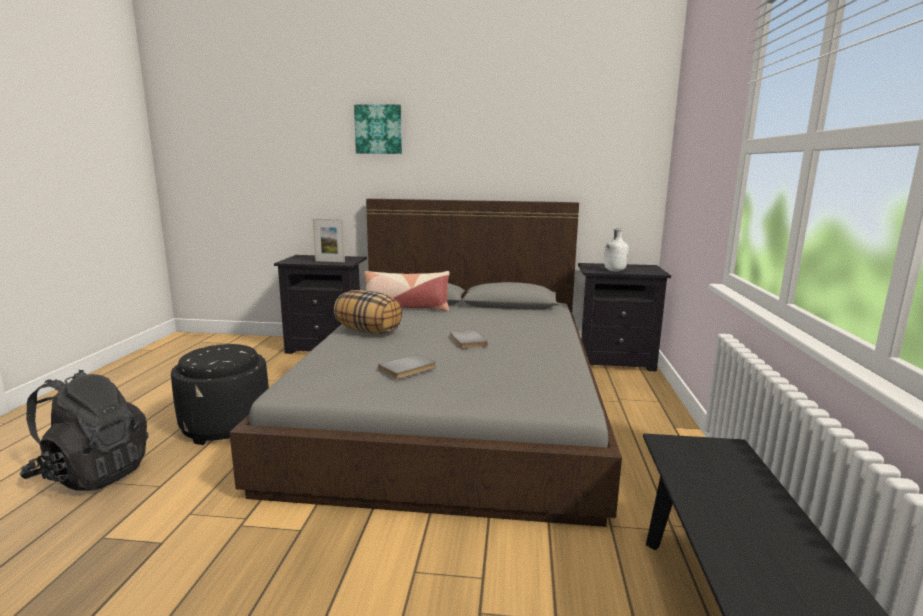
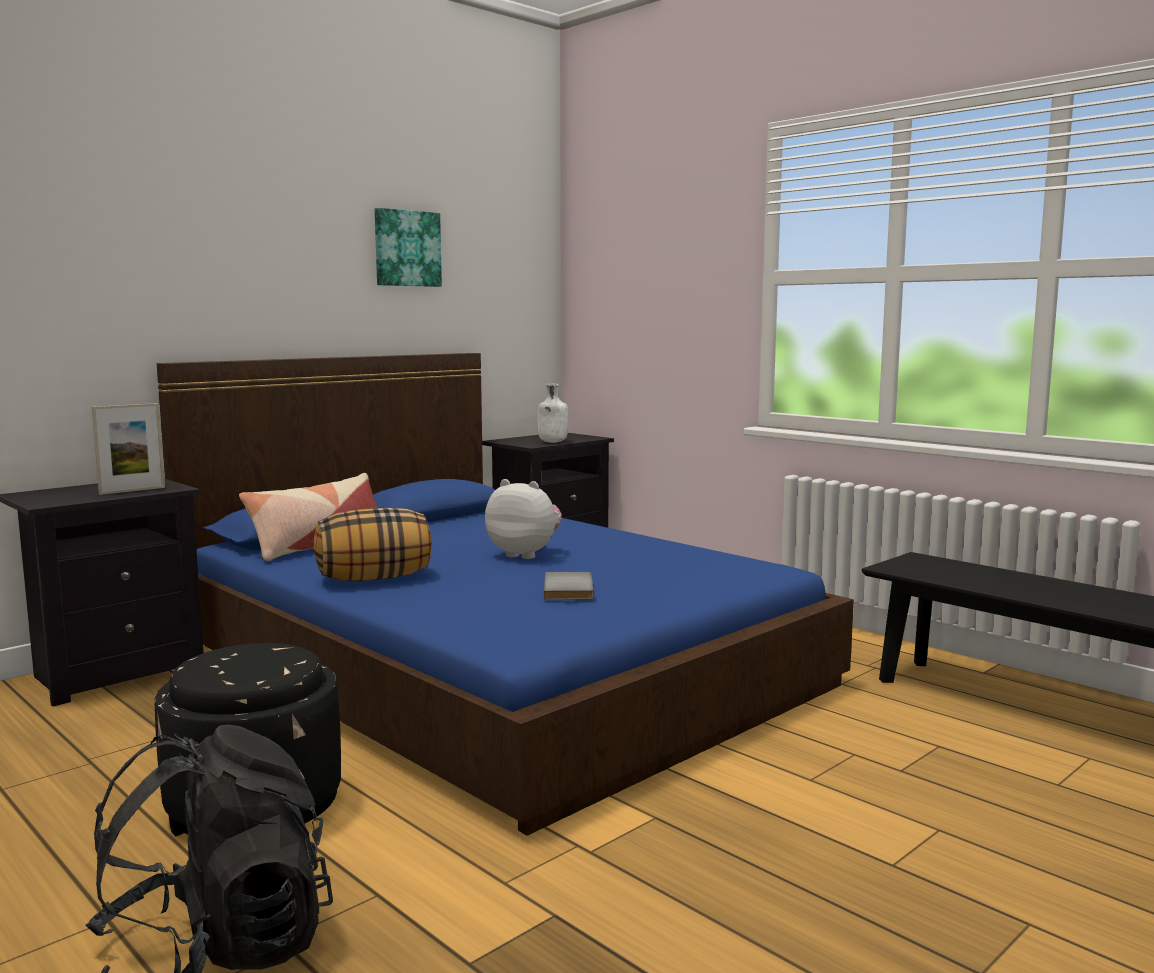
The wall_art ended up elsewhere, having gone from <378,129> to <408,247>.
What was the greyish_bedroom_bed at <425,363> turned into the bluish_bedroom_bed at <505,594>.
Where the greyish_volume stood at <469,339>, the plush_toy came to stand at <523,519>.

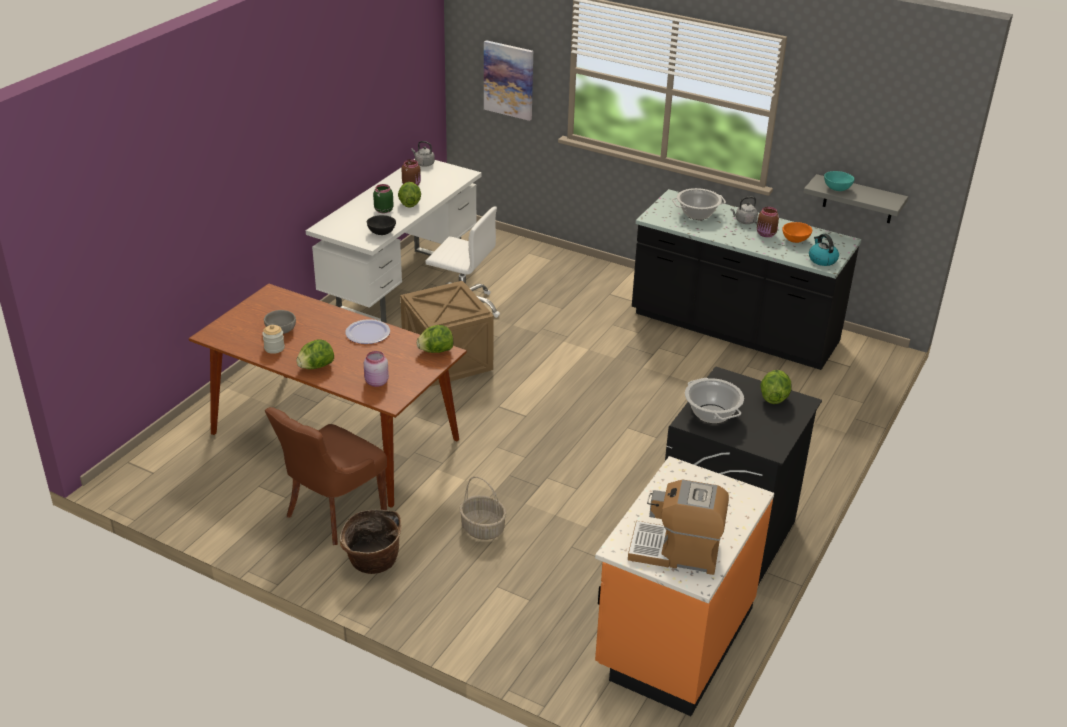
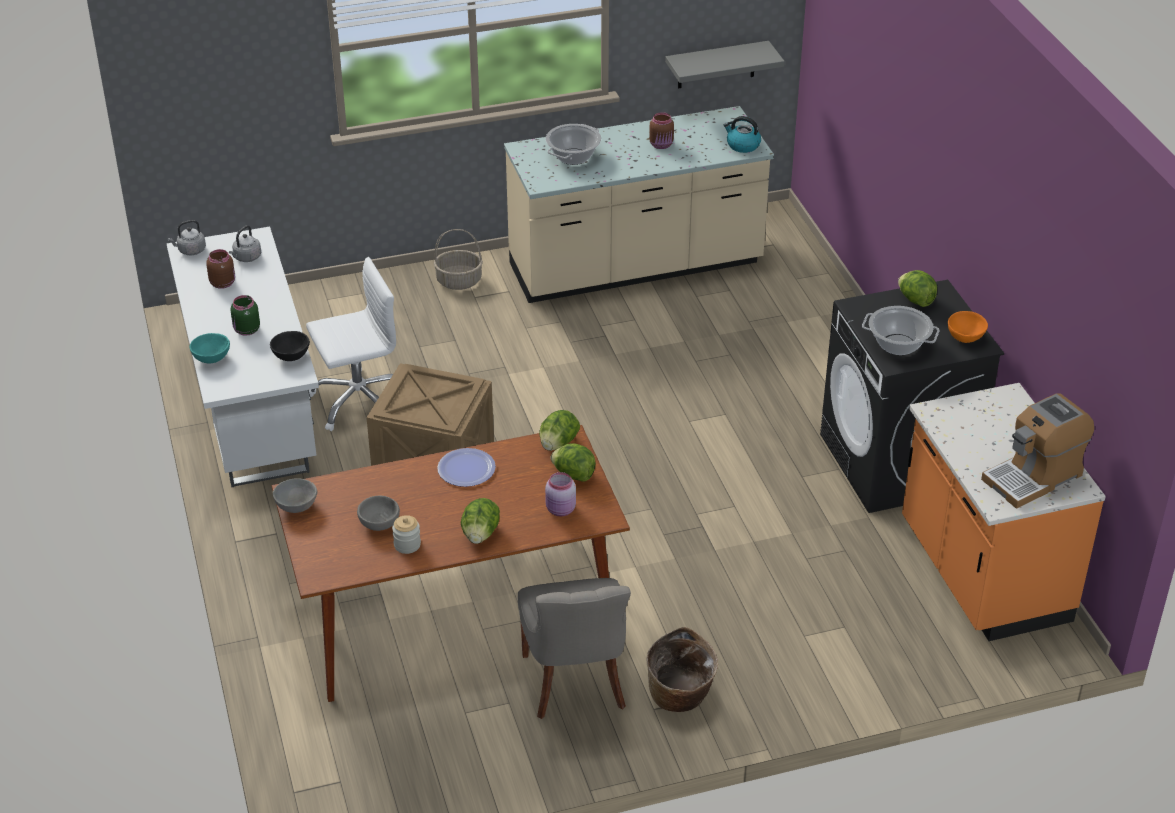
The second view lost the wall_art at <508,80>.
The turquoise-coloured_bowl ended up elsewhere, having gone from <839,181> to <210,348>.
The lettuce_head ended up elsewhere, having gone from <409,195> to <573,462>.
What was the black-coloured_kitchen_base_unit at <747,279> turned into the beige-coloured_kitchen_base_unit at <639,204>.
The greyish_kettle ended up elsewhere, having gone from <744,210> to <245,243>.
The orangey_bowl ended up elsewhere, having gone from <797,232> to <968,327>.
What was the brown_chair at <326,476> turned into the greyish_chair at <574,648>.
The basket ended up elsewhere, having gone from <483,508> to <458,259>.
The second view gained the greyish_bowl at <295,495>.

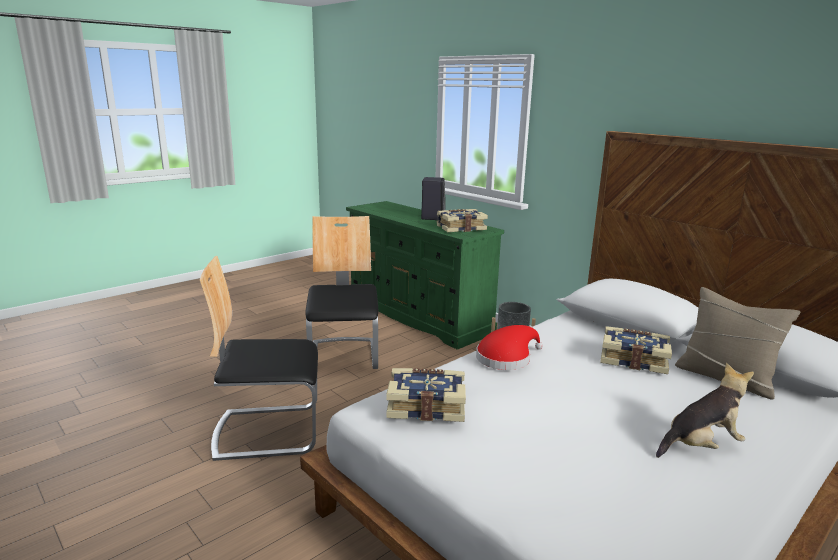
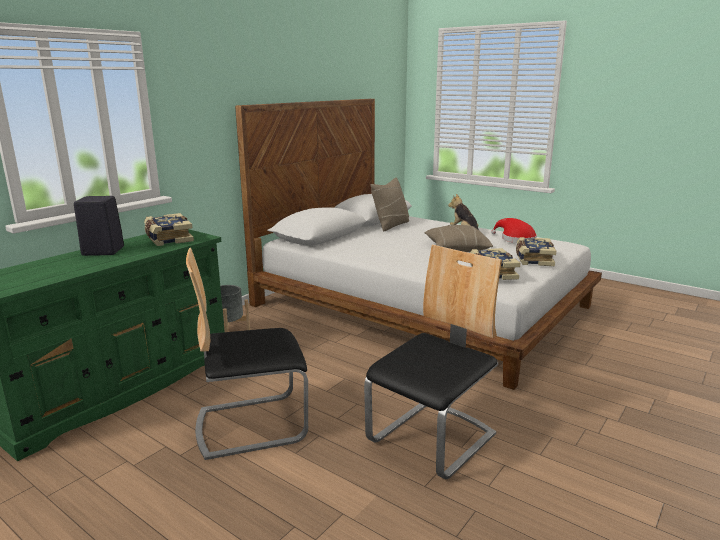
The chair at <259,358> ended up facing another way, 120 degrees counterclockwise from before.
The red_wearable_hat ended up elsewhere, having gone from <509,347> to <514,230>.
The volume ended up elsewhere, having gone from <636,350> to <536,251>.
The second view gained the beige-coloured_throw_pillow at <458,238>.

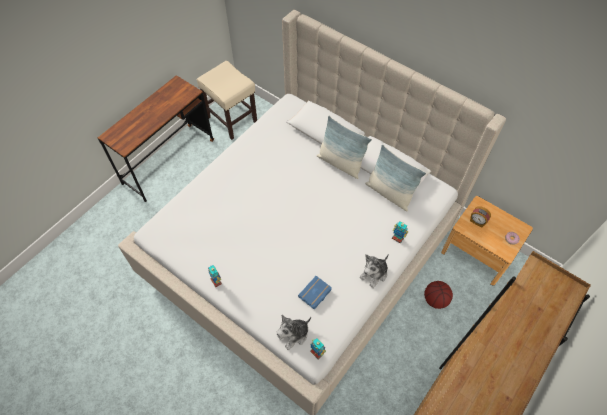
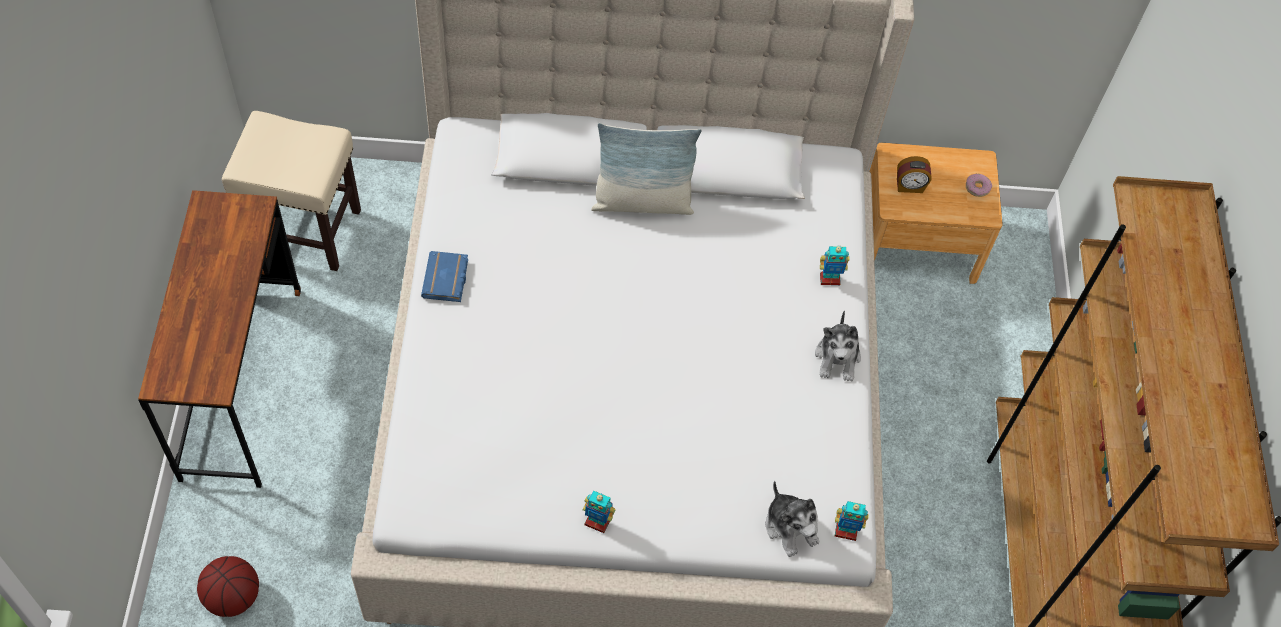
The second view lost the throw_pillow at <395,177>.
The bluish_volume ended up elsewhere, having gone from <315,293> to <444,276>.
The ball_for_basketball ended up elsewhere, having gone from <438,295> to <228,586>.
The plush_toy at <293,332> ended up facing another way, 45 degrees counterclockwise from before.

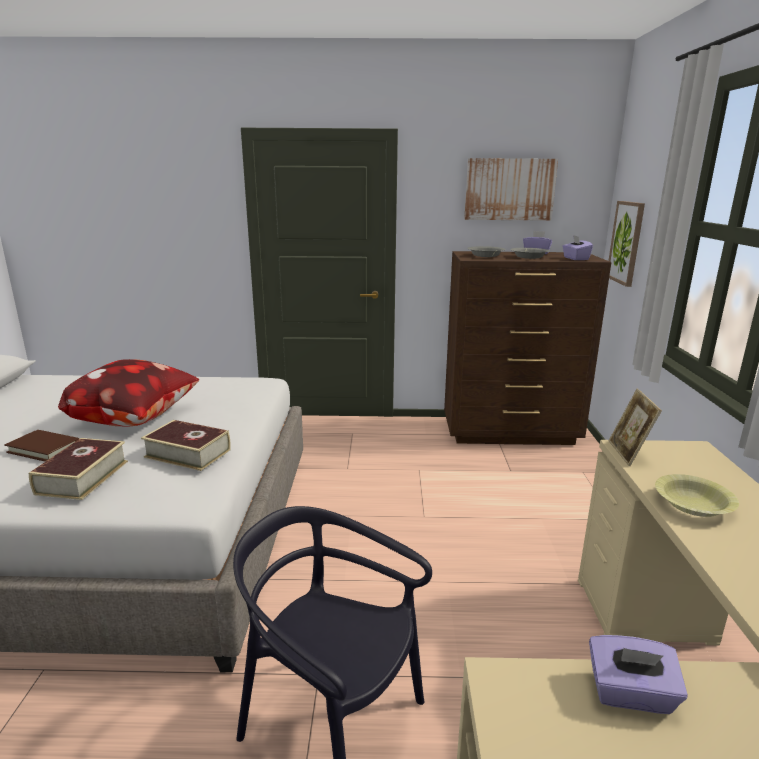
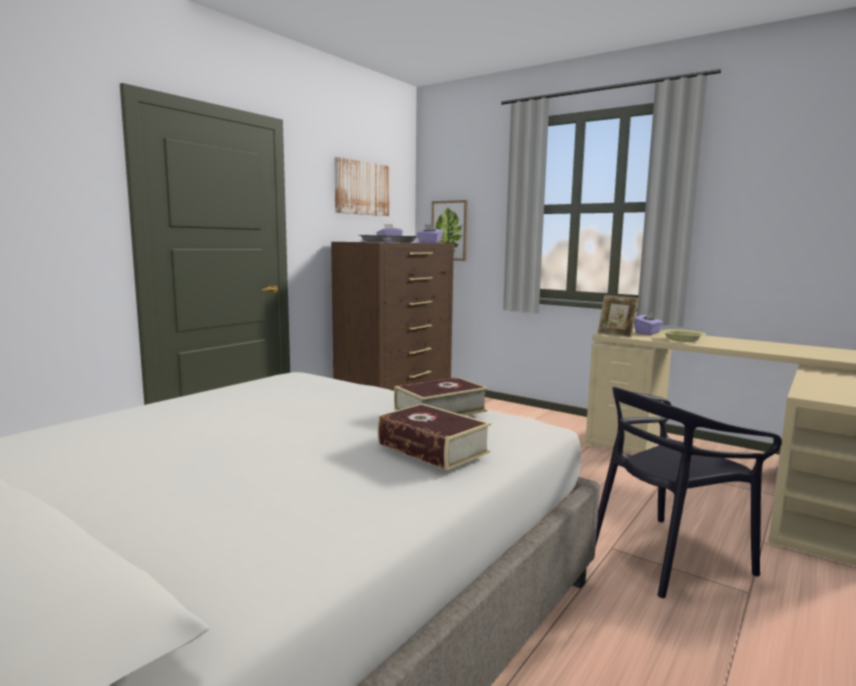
The second view lost the throw_pillow at <128,392>.
The second view lost the brown_volume at <42,446>.
The purple-coloured_tissue_box ended up elsewhere, having gone from <638,674> to <648,323>.

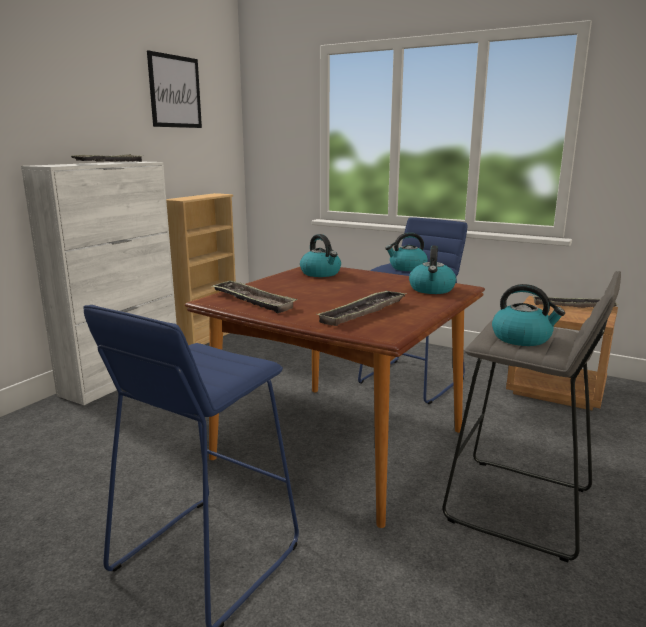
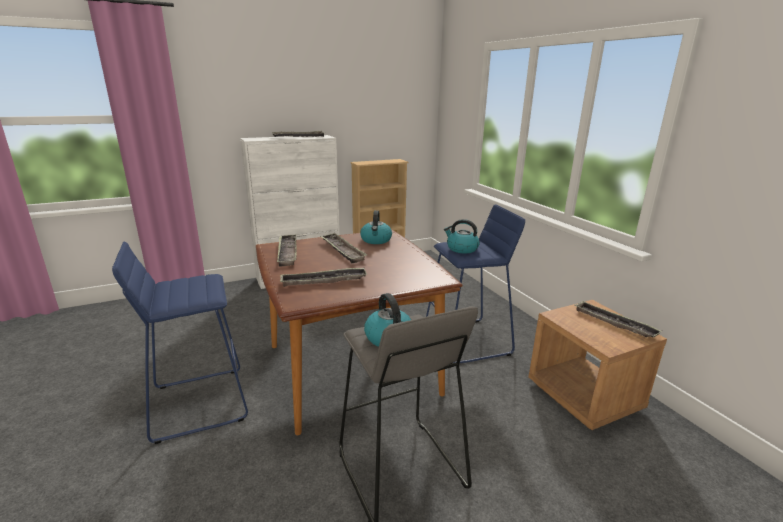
The second view lost the wall_art at <174,89>.
The second view lost the kettle at <432,270>.
The second view gained the serving_tray at <344,248>.

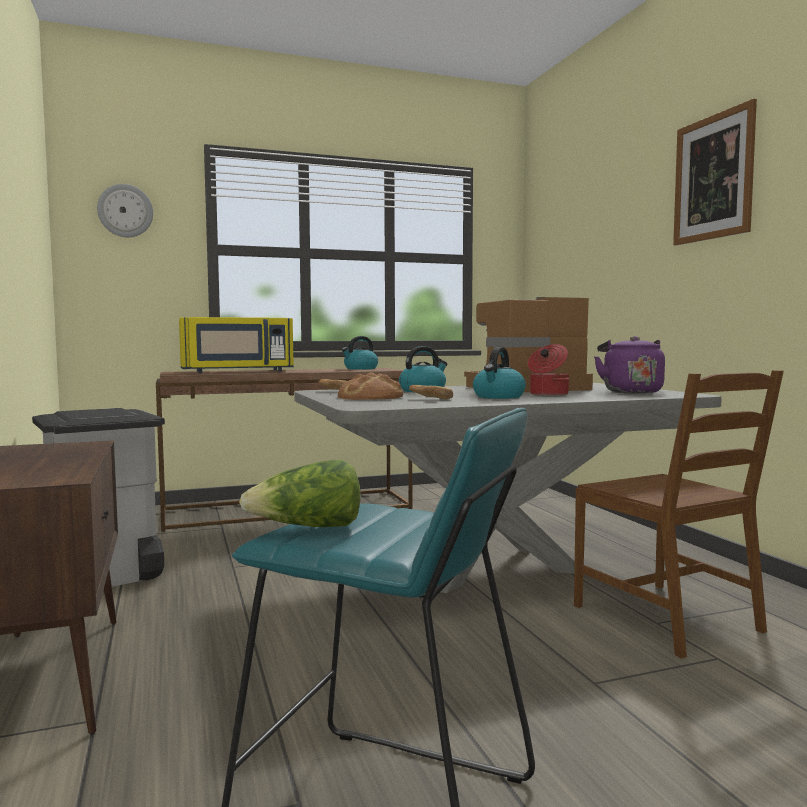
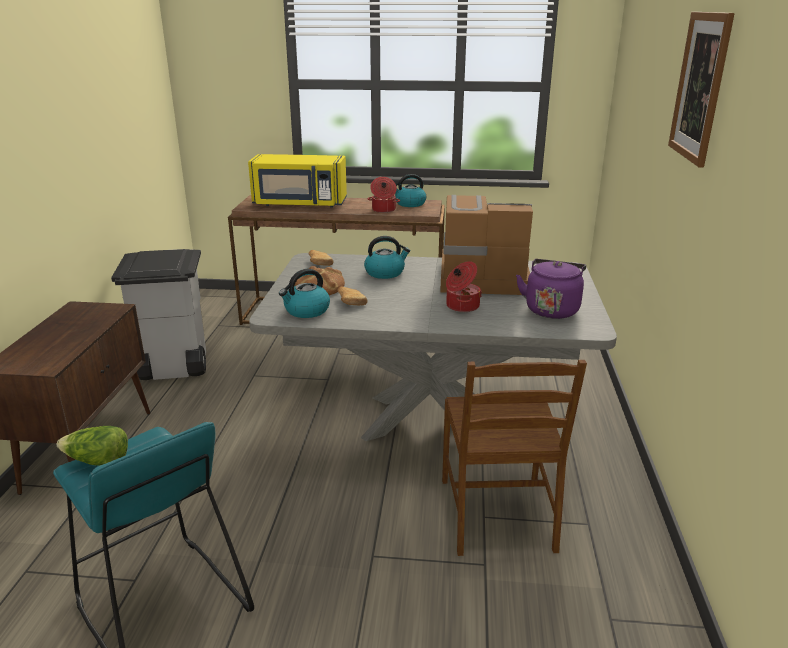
The second view lost the hanging_clock at <125,210>.
The kettle ended up elsewhere, having gone from <499,373> to <304,293>.
The second view gained the stockpot at <383,195>.

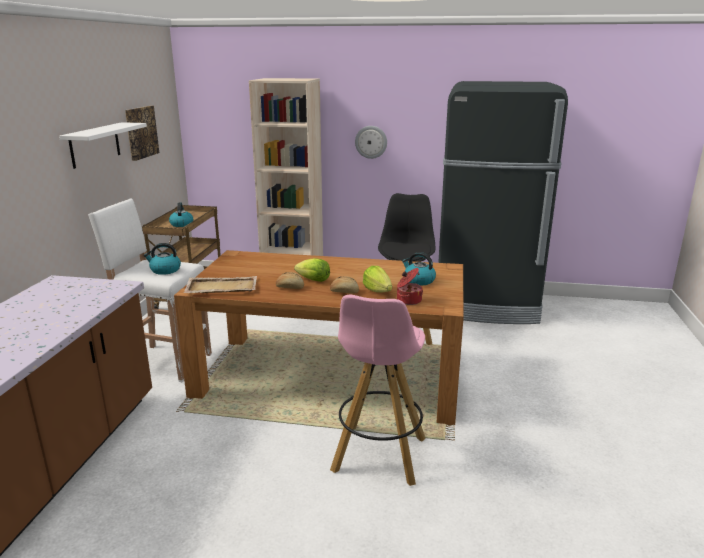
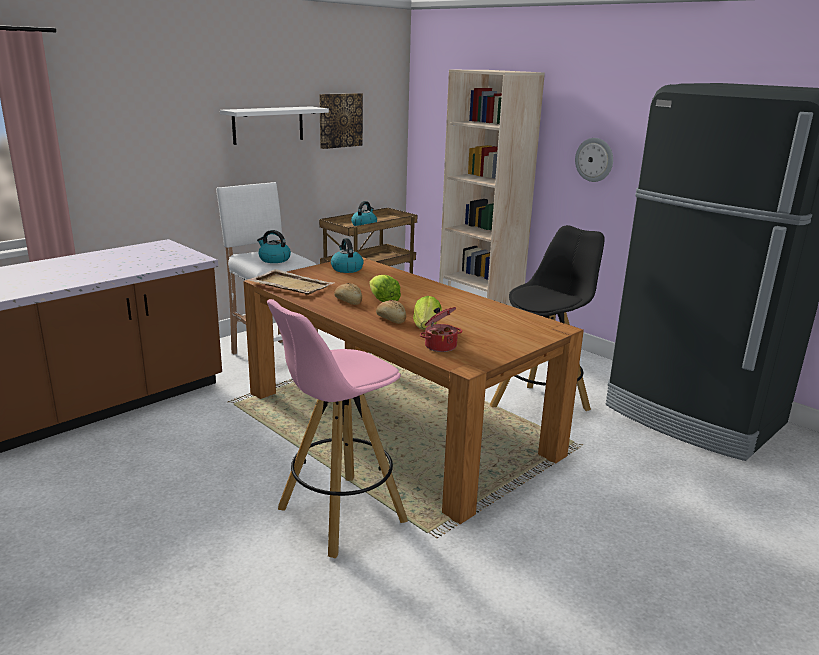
The kettle ended up elsewhere, having gone from <419,268> to <347,255>.

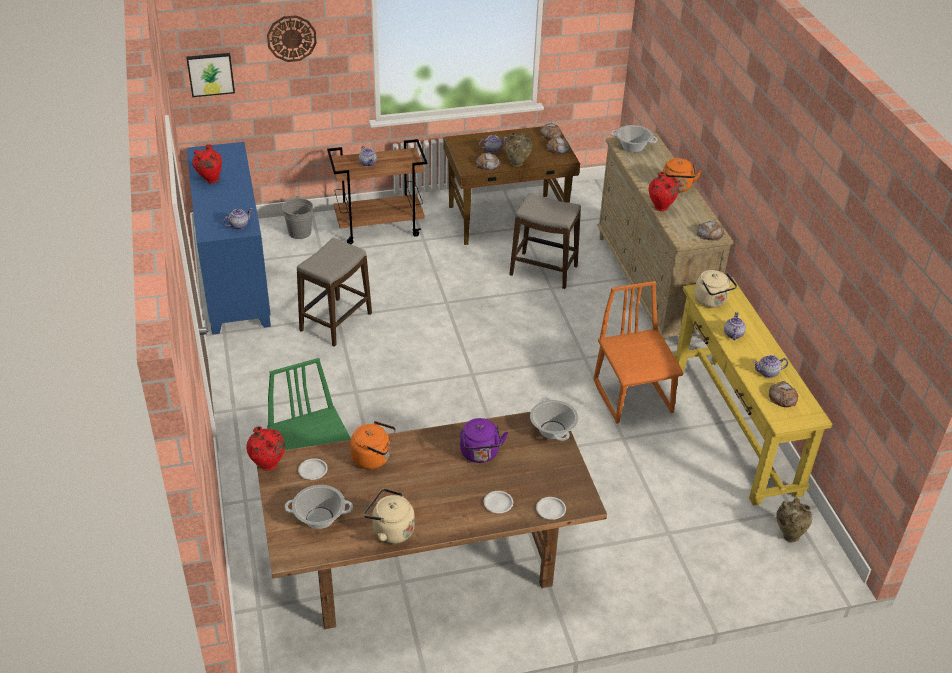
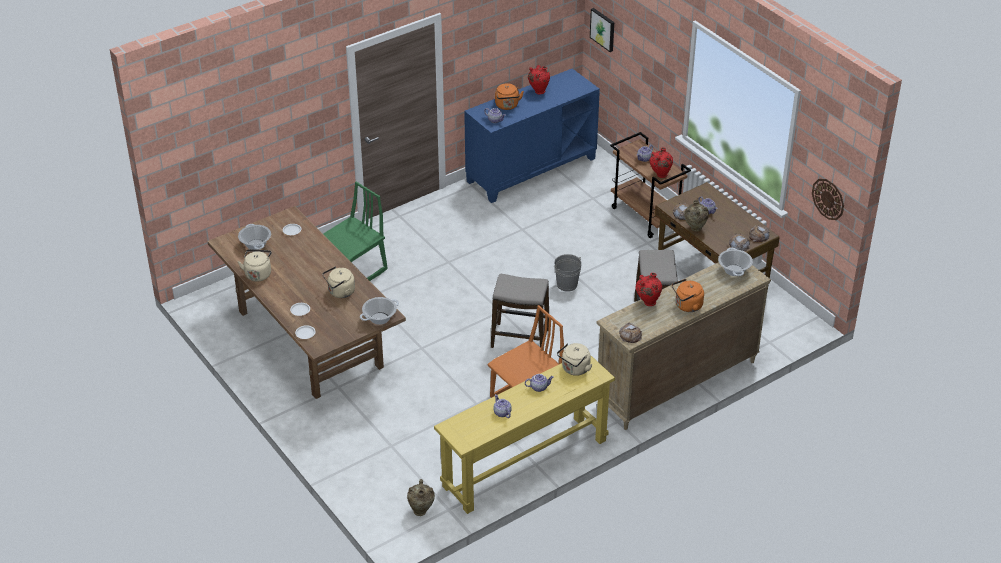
The hanging_clock ended up elsewhere, having gone from <292,38> to <828,199>.
The greyish_pail ended up elsewhere, having gone from <297,217> to <568,273>.
The sitting_stool ended up elsewhere, having gone from <334,292> to <520,312>.
The second view lost the bread at <783,394>.
What was the purple-coloured_kettle at <484,440> turned into the beige-coloured_kettle at <338,282>.
The orangey_kettle ended up elsewhere, having gone from <373,445> to <509,96>.
The red_decorative_vase ended up elsewhere, having gone from <265,448> to <661,163>.

